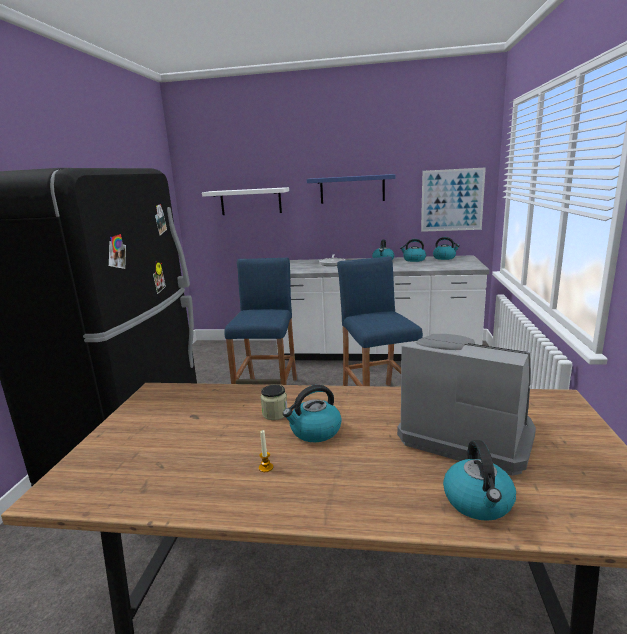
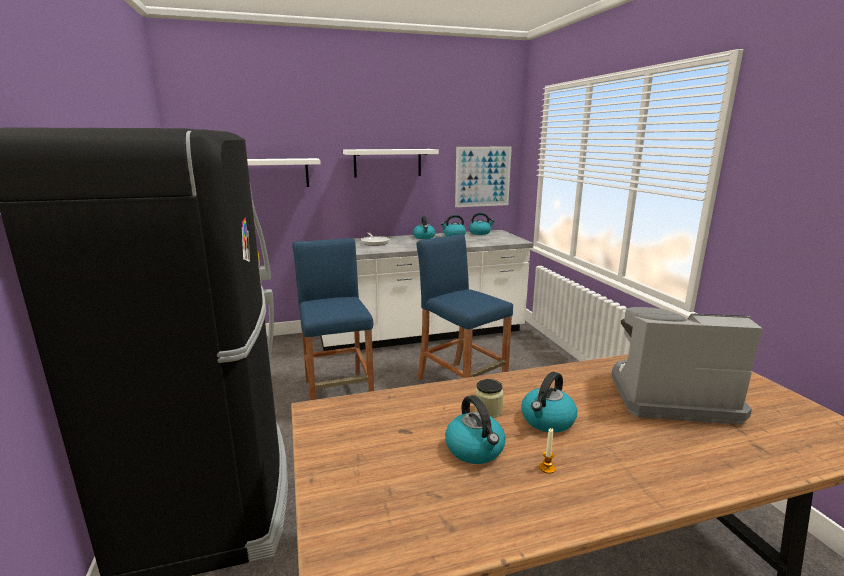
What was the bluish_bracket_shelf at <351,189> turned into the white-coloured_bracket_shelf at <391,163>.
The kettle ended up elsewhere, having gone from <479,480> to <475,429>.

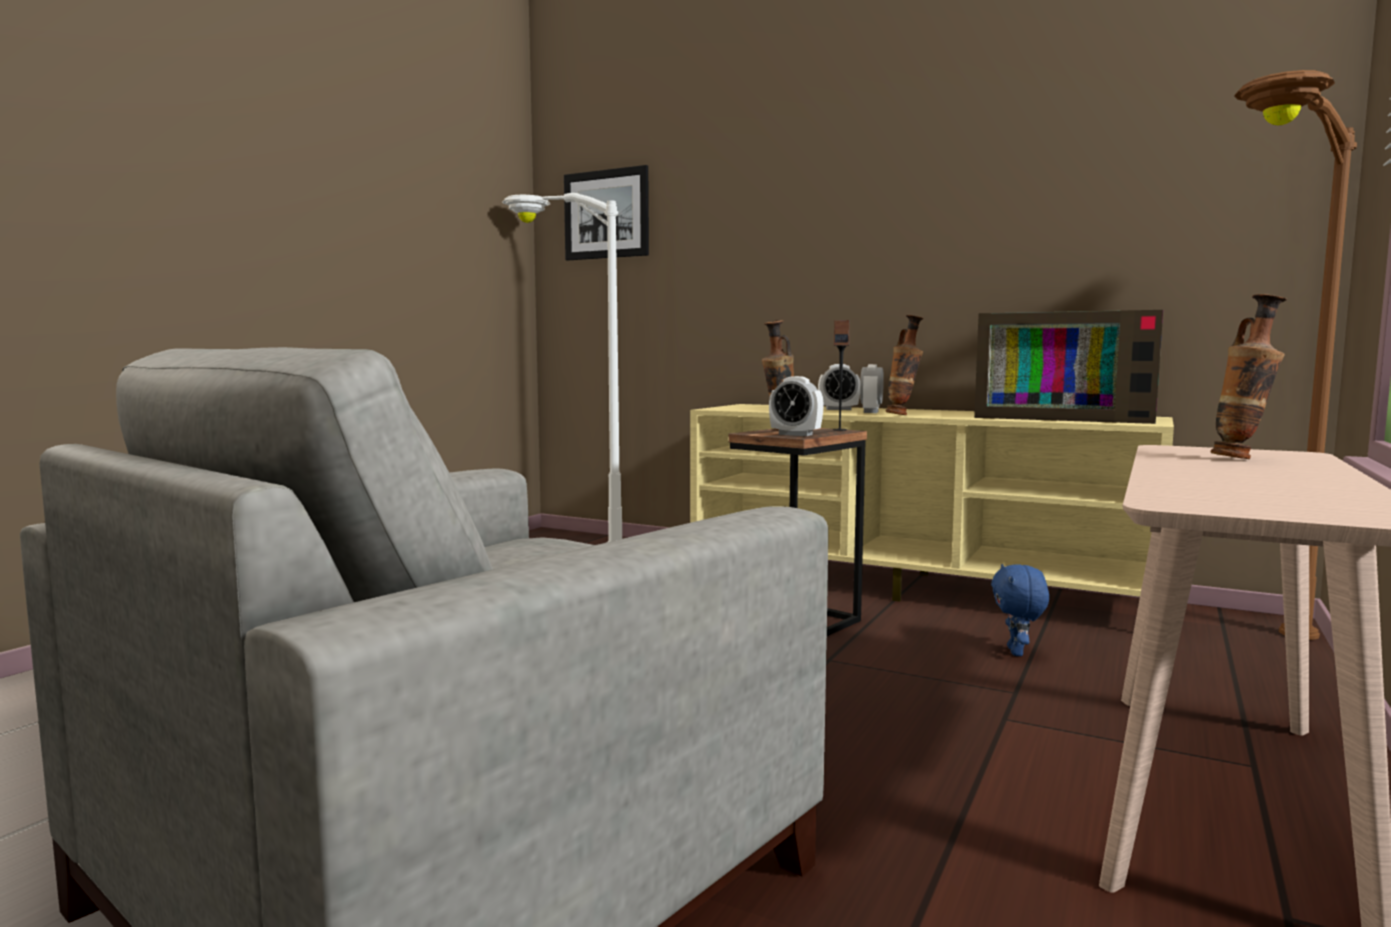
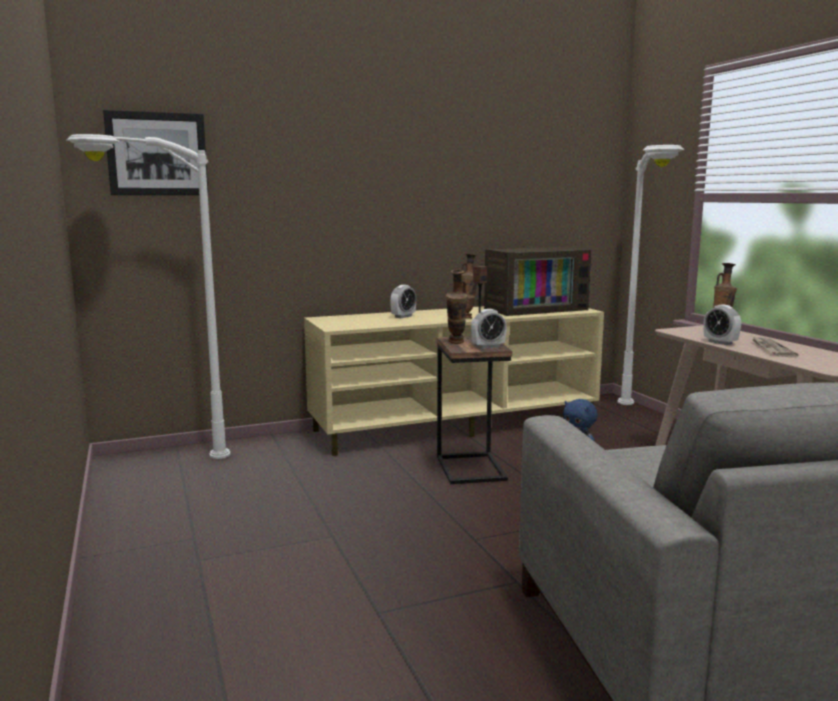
What was the brown_standing_lamp at <1295,355> turned into the white-coloured_standing_lamp at <650,275>.
The bedside_clock ended up elsewhere, having gone from <872,388> to <722,324>.
The second view gained the printed_paper at <775,346>.

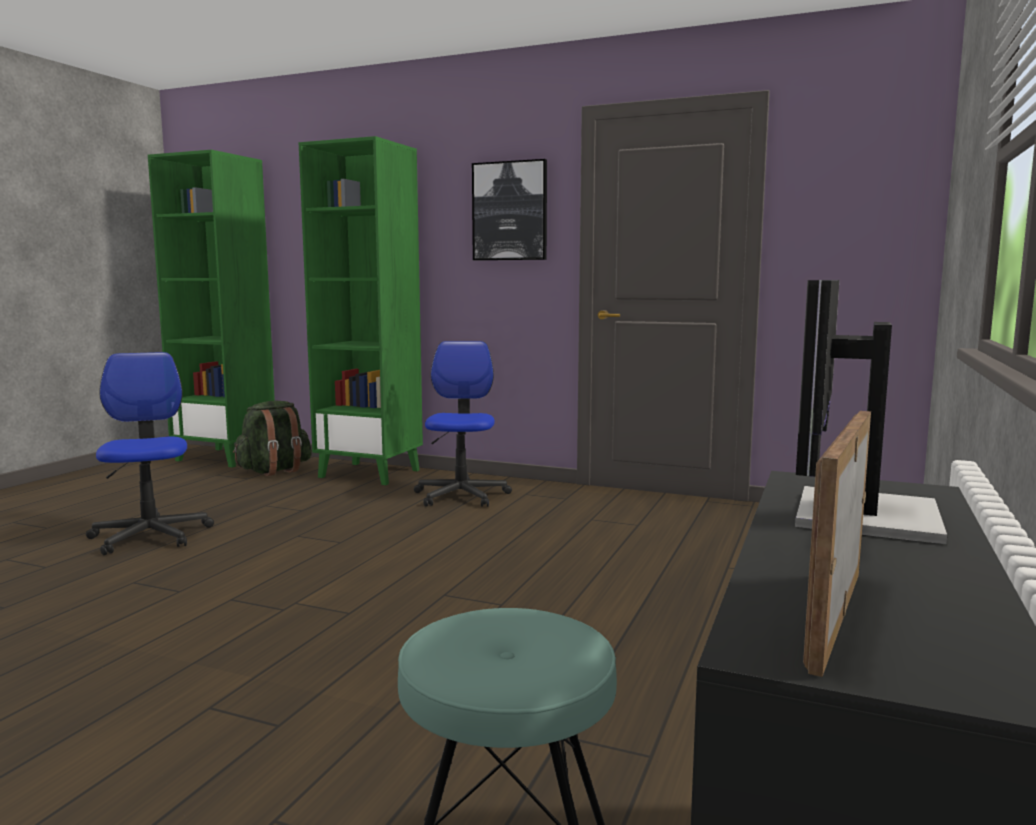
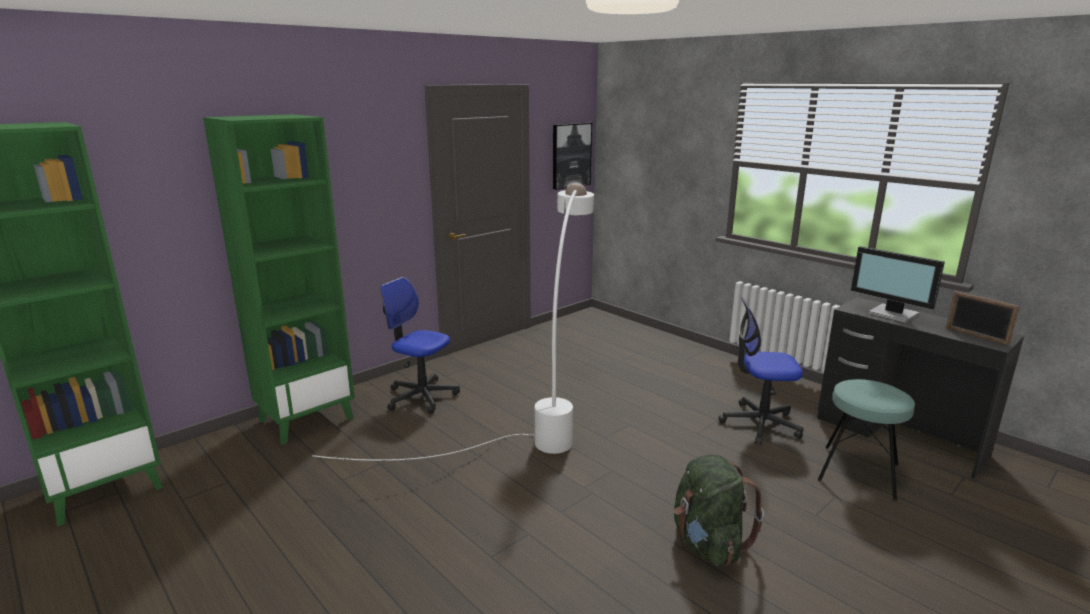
The wall_art ended up elsewhere, having gone from <509,209> to <572,156>.
The computer_chair ended up elsewhere, having gone from <150,453> to <760,371>.
The green_knapsack ended up elsewhere, having gone from <272,438> to <719,510>.
The second view gained the white-coloured_standing_lamp at <453,322>.

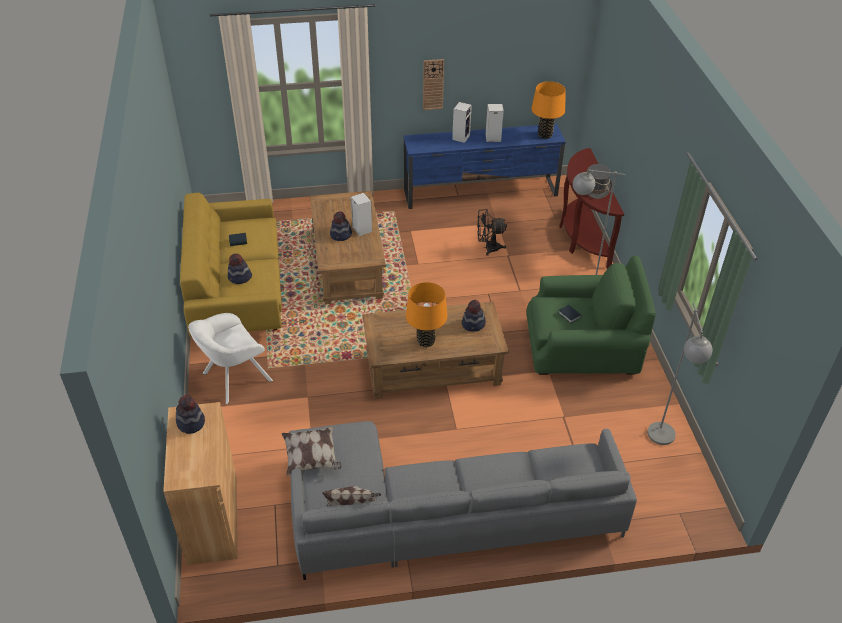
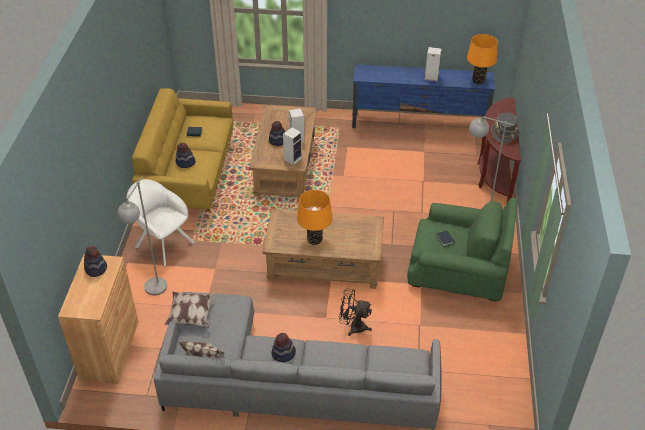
The second view lost the hanging_clock at <433,84>.
The speaker ended up elsewhere, having gone from <462,122> to <292,146>.
The black-coloured_cooling_fan ended up elsewhere, having gone from <492,232> to <355,312>.
The wearable_hat ended up elsewhere, having gone from <474,316> to <284,347>.
The greyish_standing_lamp ended up elsewhere, having gone from <679,374> to <142,236>.
The white-coloured_lounge_chair at <230,359> ended up facing another way, 60 degrees clockwise from before.

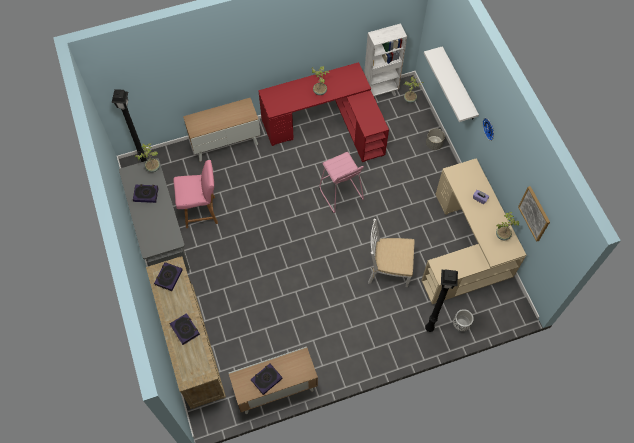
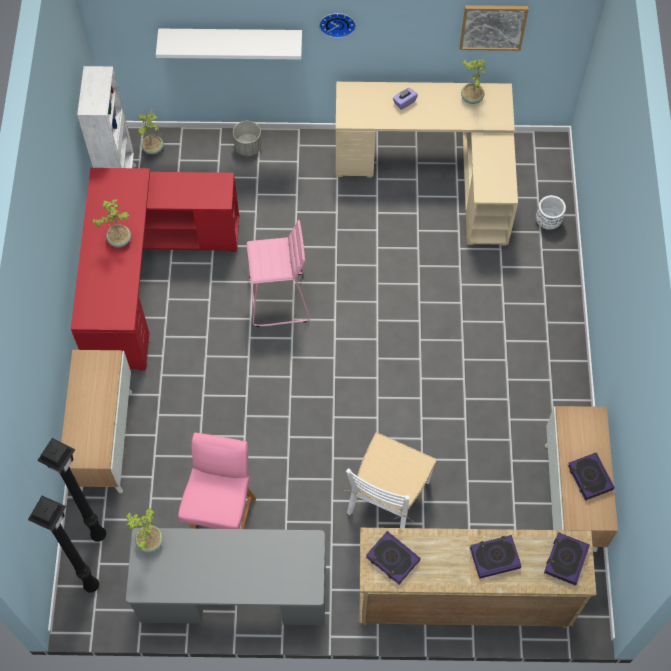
The volume ended up elsewhere, having gone from <146,193> to <567,559>.
The white-coloured_chair ended up elsewhere, having gone from <391,253> to <390,480>.
The black-coloured_standing_lamp ended up elsewhere, having gone from <441,301> to <71,490>.

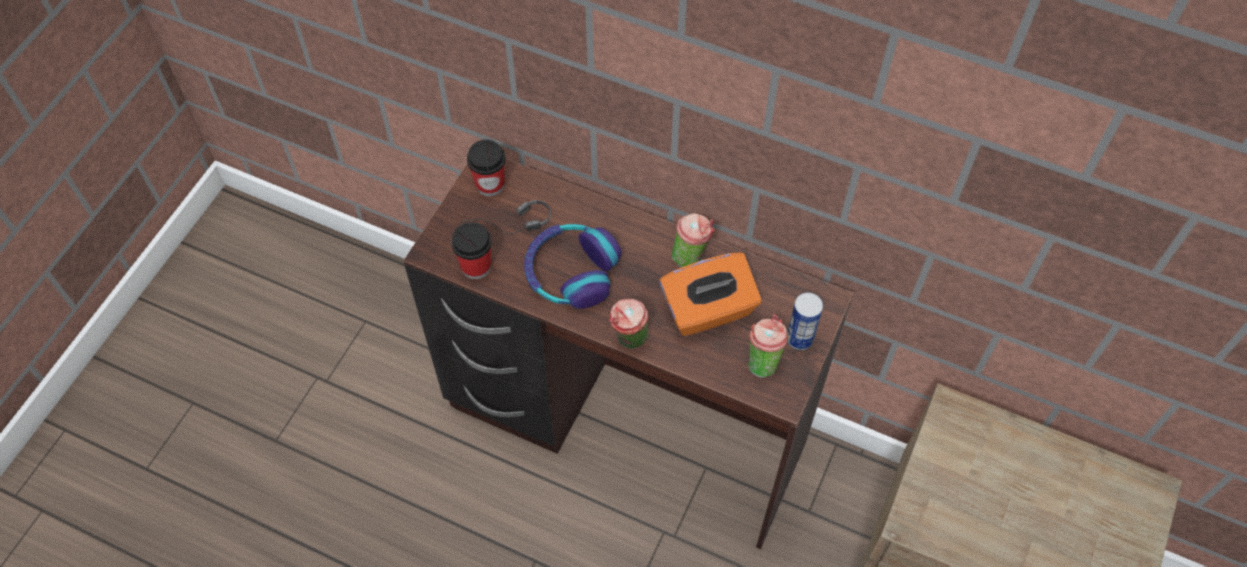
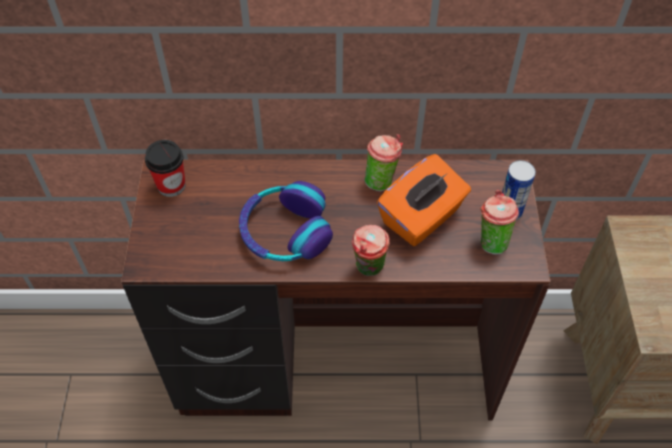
The second view lost the headphones at <506,217>.
The second view lost the small_cup at <471,250>.

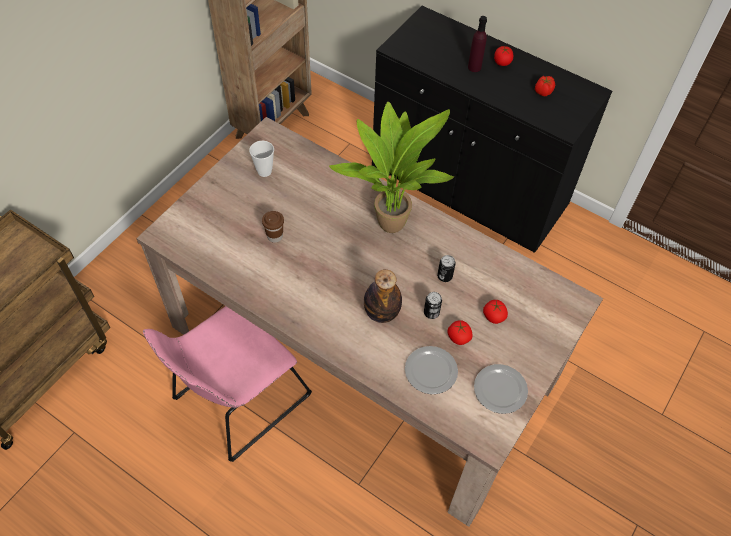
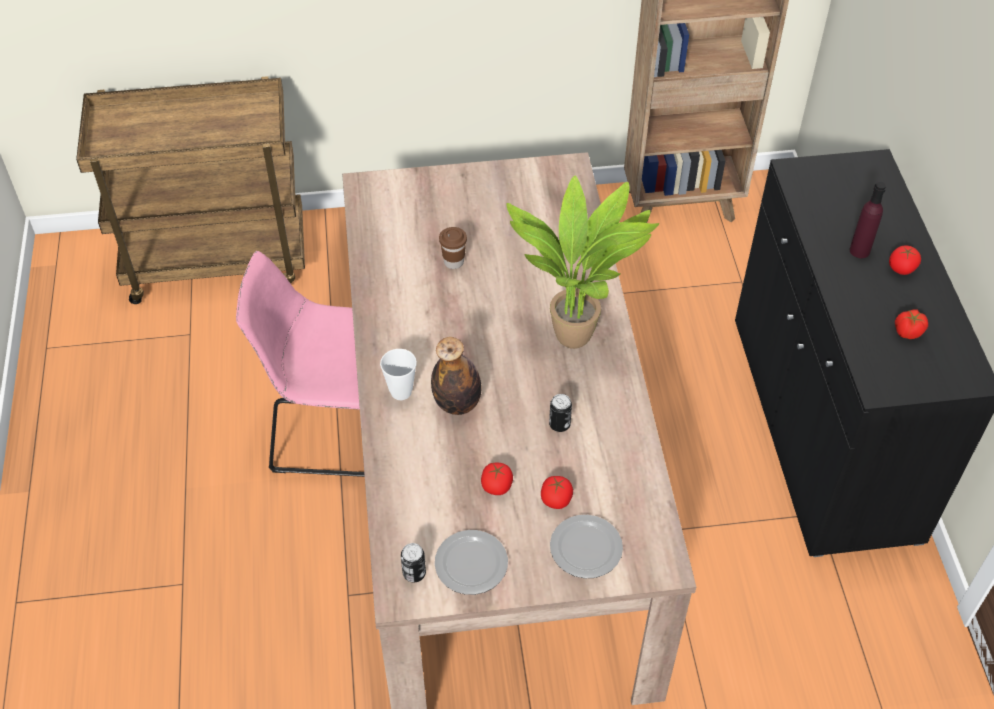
The small_cup ended up elsewhere, having gone from <261,159> to <398,374>.
The sealed_can ended up elsewhere, having gone from <433,305> to <413,563>.
The plate ended up elsewhere, having gone from <431,370> to <586,546>.

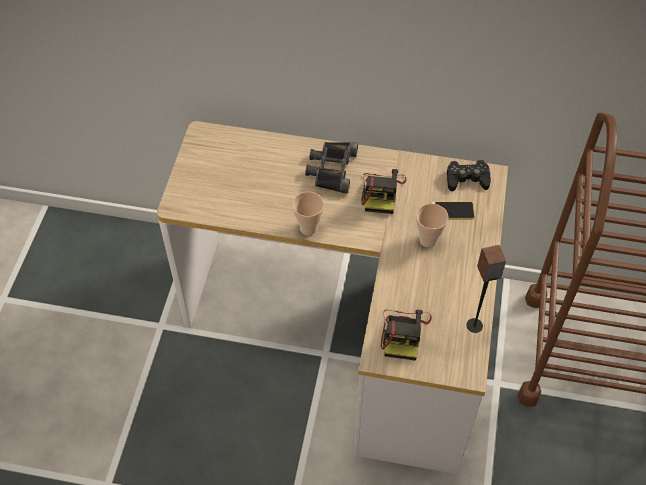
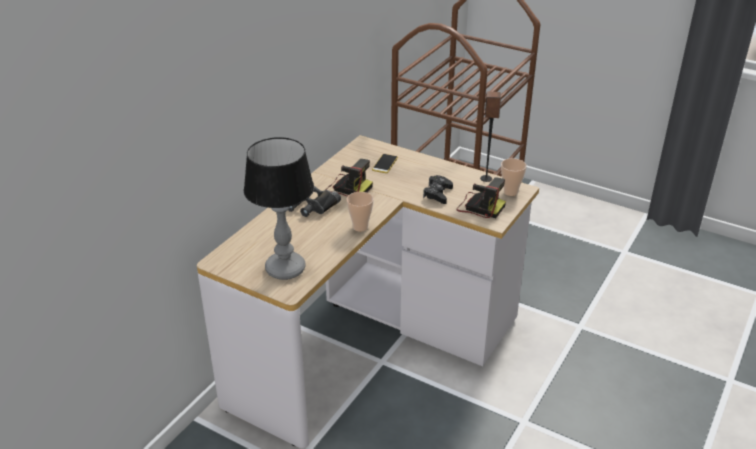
The black-coloured_joypad ended up elsewhere, having gone from <469,175> to <438,189>.
The small_cup ended up elsewhere, having gone from <432,225> to <514,177>.
The second view gained the table_lamp at <279,208>.

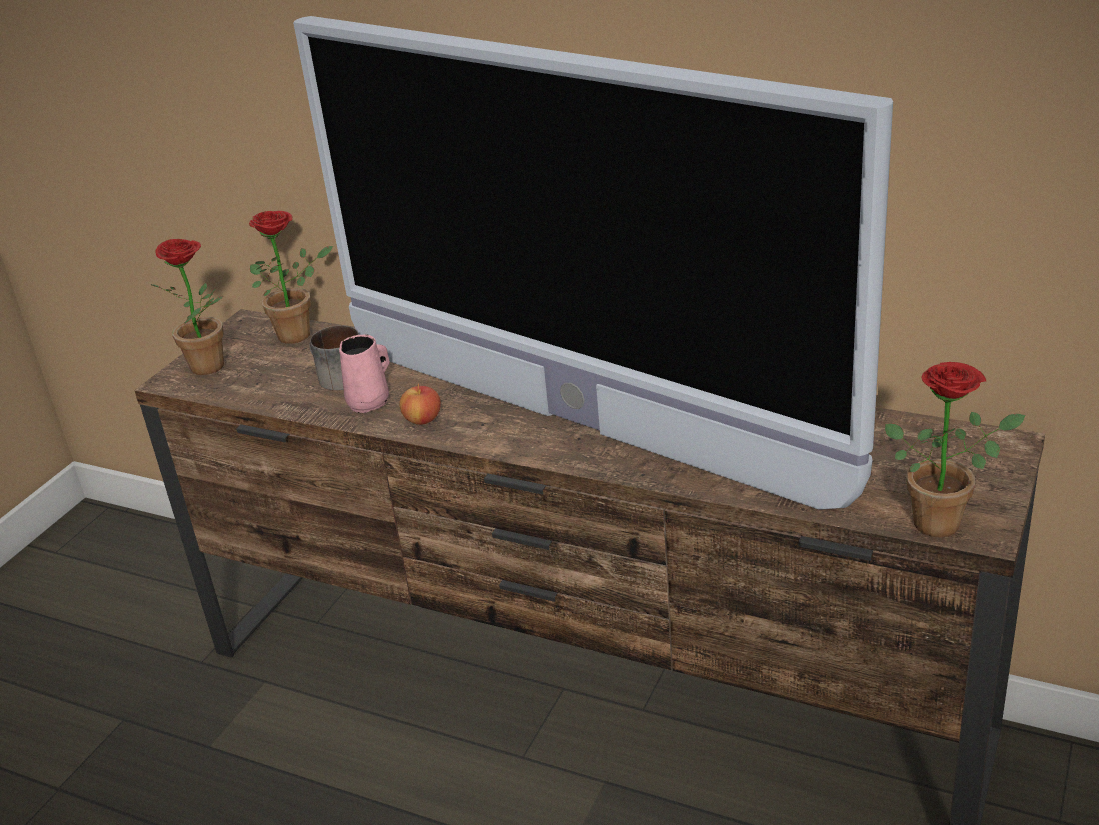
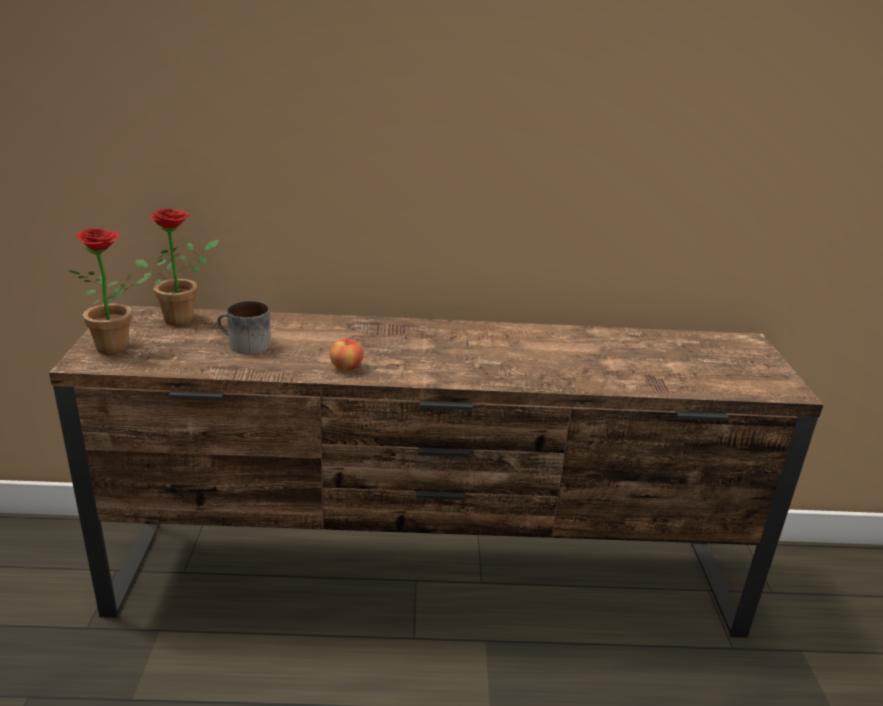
The second view lost the TV_set at <593,262>.
The second view lost the pinkish_mug at <364,374>.
The second view lost the houseplant at <955,450>.

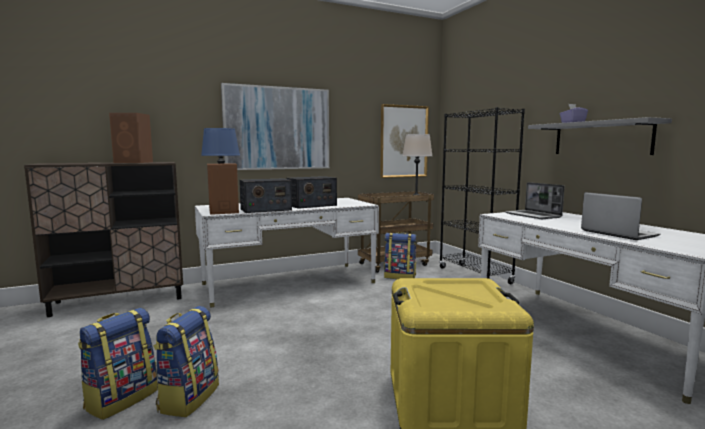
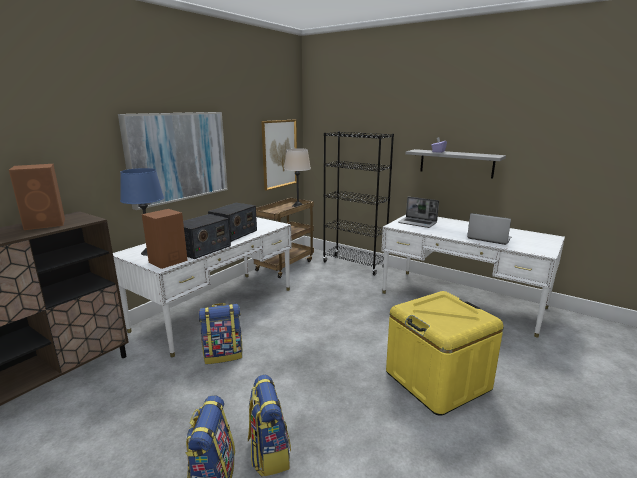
The knapsack ended up elsewhere, having gone from <400,255> to <220,333>.

